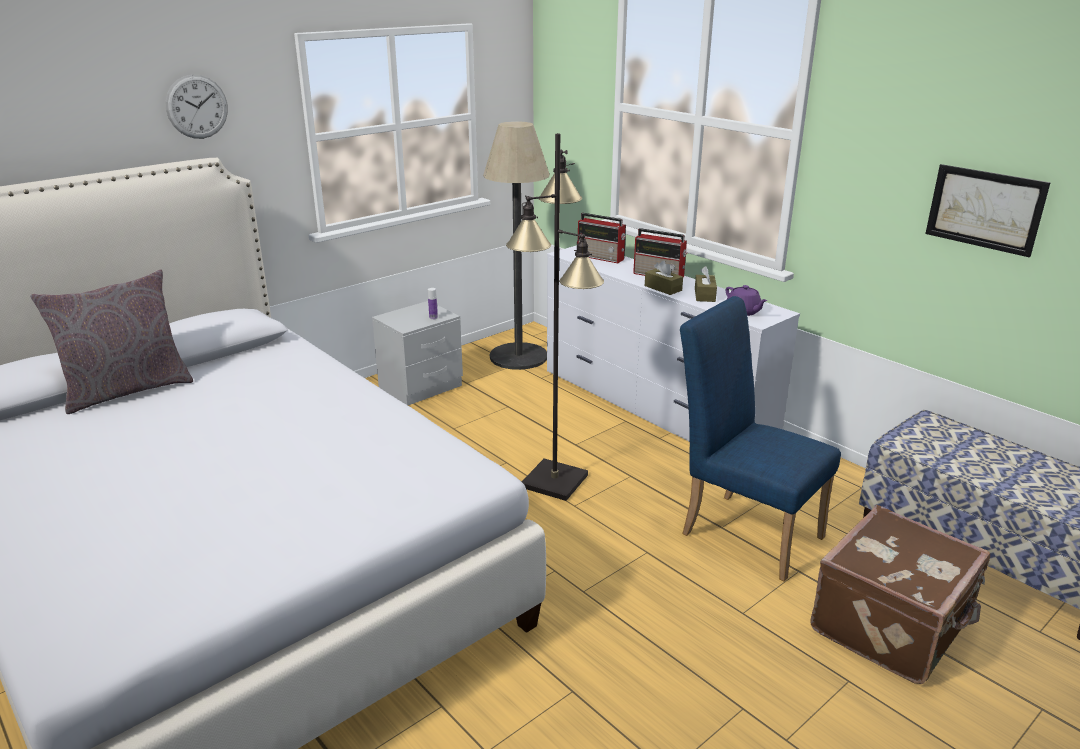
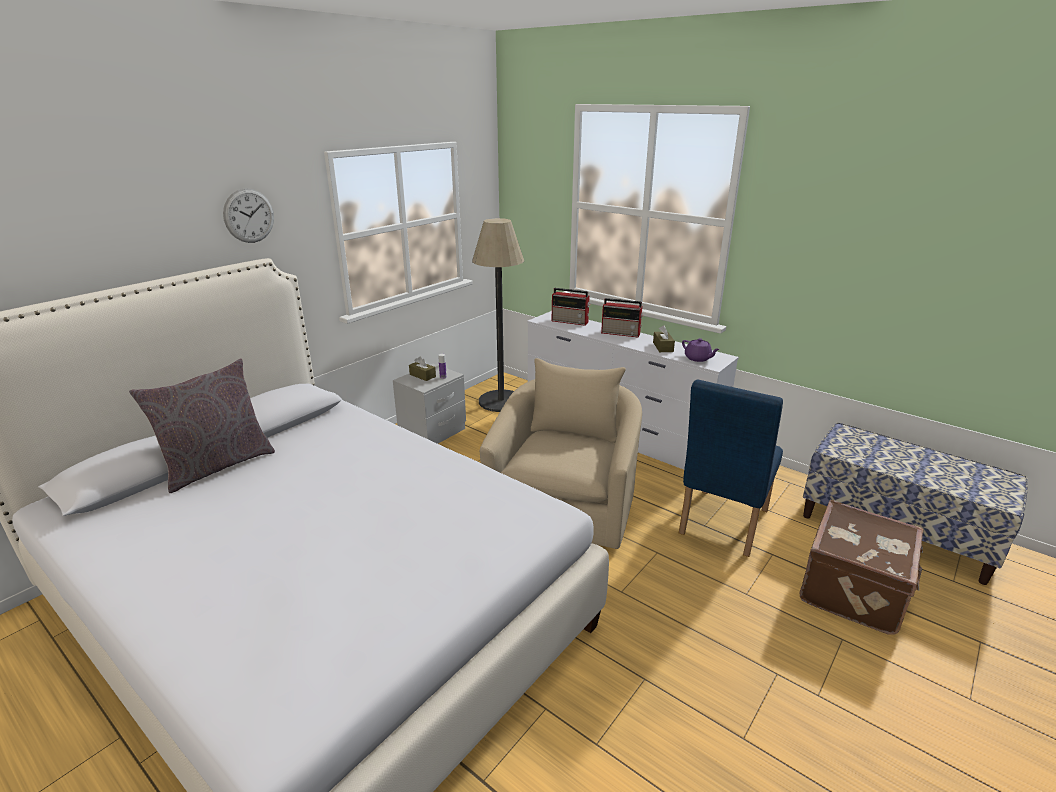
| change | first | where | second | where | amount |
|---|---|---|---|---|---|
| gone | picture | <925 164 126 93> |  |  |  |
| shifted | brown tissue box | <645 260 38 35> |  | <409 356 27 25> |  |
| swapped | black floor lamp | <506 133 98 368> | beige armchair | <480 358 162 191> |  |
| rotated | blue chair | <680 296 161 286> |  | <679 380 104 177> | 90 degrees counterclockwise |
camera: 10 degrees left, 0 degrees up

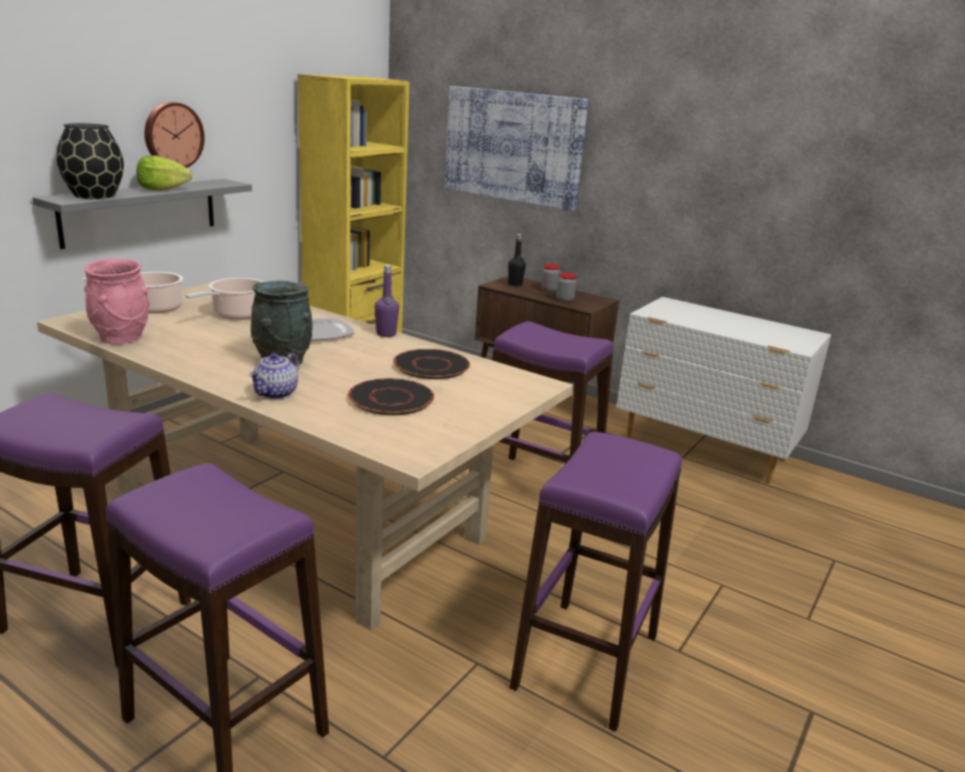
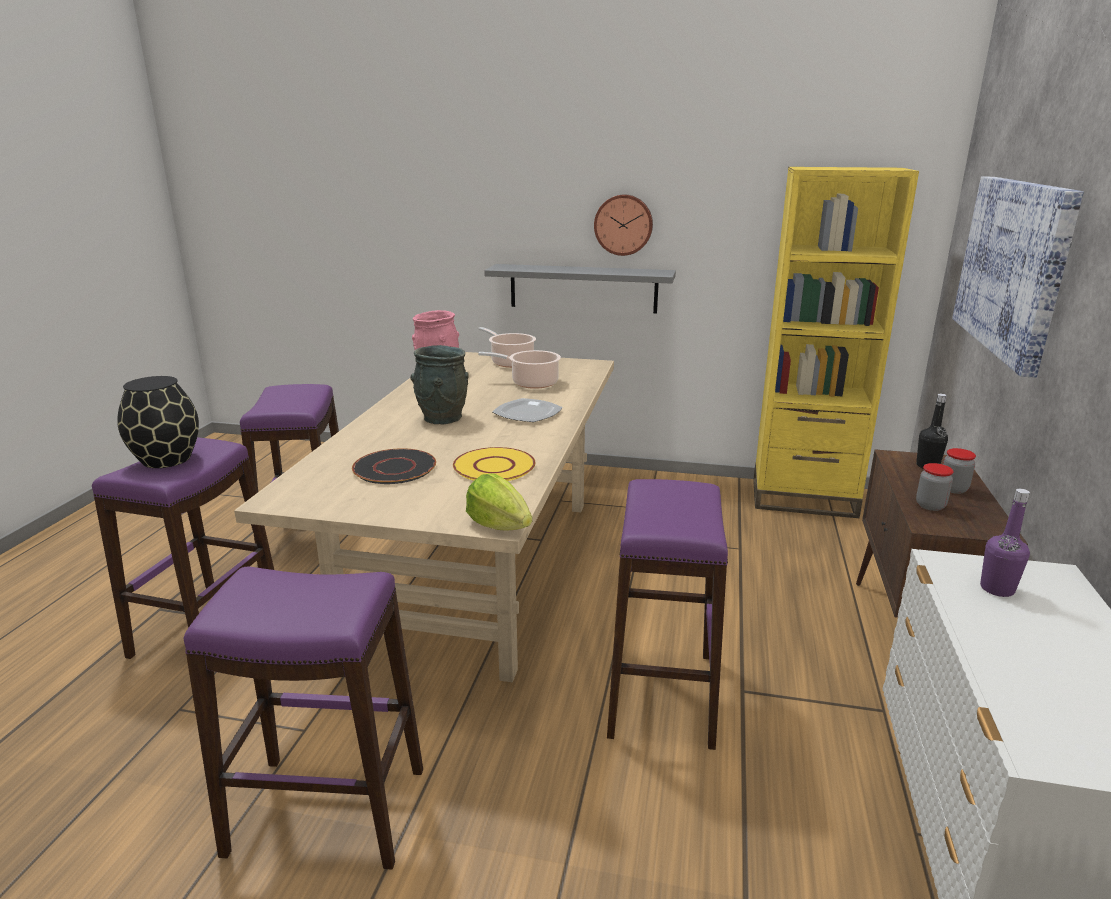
| change | first | where | second | where | amount |
|---|---|---|---|---|---|
| gone | teapot | <249 353 51 46> |  |  |  |
| shifted | black vase | <57 123 67 76> |  | <117 376 82 92> |  |
| shifted | lettuce | <136 155 56 36> |  | <466 474 66 57> |  |
| shifted | purple bottle | <375 265 24 72> |  | <980 489 50 108> |  |
| repainted | black plate | <393 349 77 30> | yellow plate | <453 447 83 34> |  |
camera: 70 degrees right, 0 degrees up

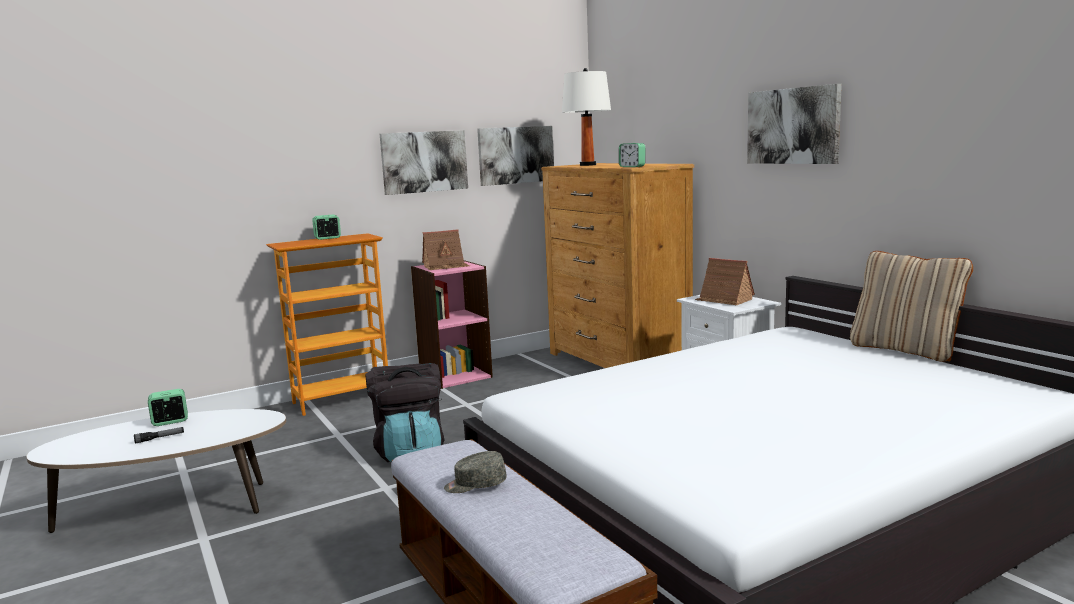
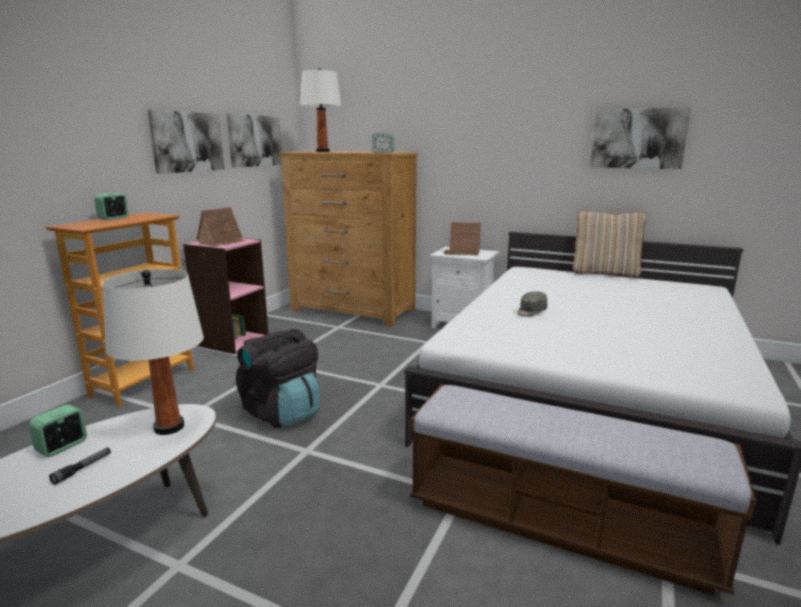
| change | first | where | second | where | amount |
|---|---|---|---|---|---|
| new |  |  | white table lamp | <102 269 102 166> |  |
| shifted | grey cap | <444 451 63 42> |  | <517 291 30 26> |  |
| shifted | picture | <747 84 95 80> |  | <590 107 101 62> |  |
camera: 35 degrees left, 5 degrees up

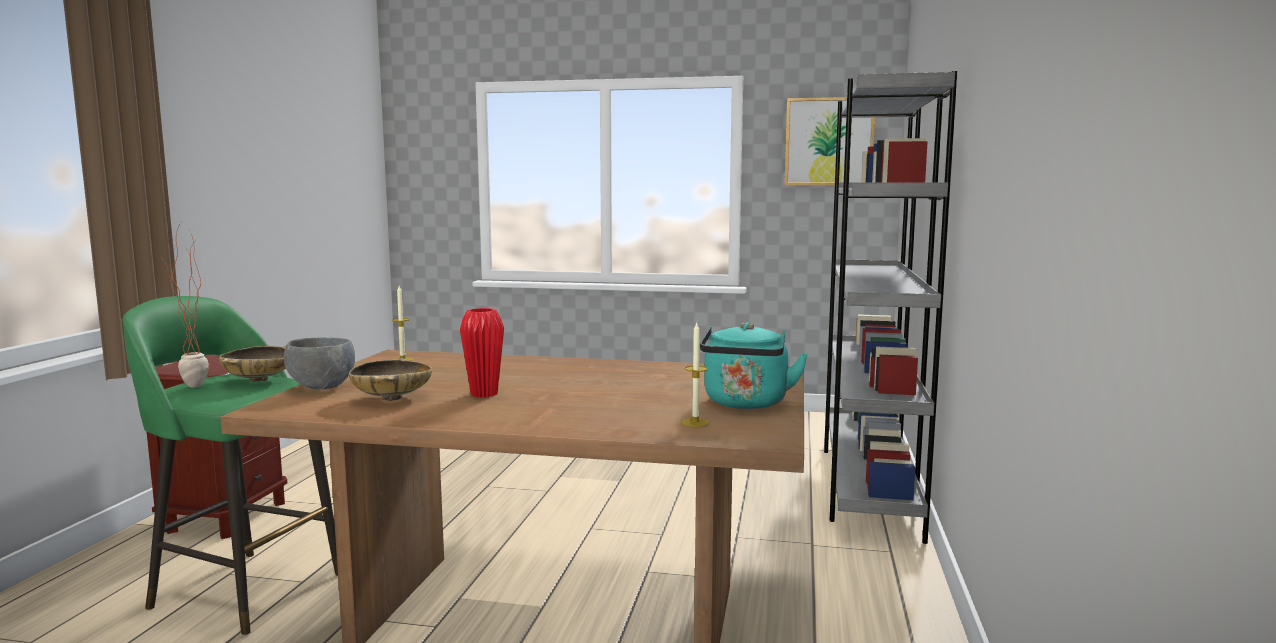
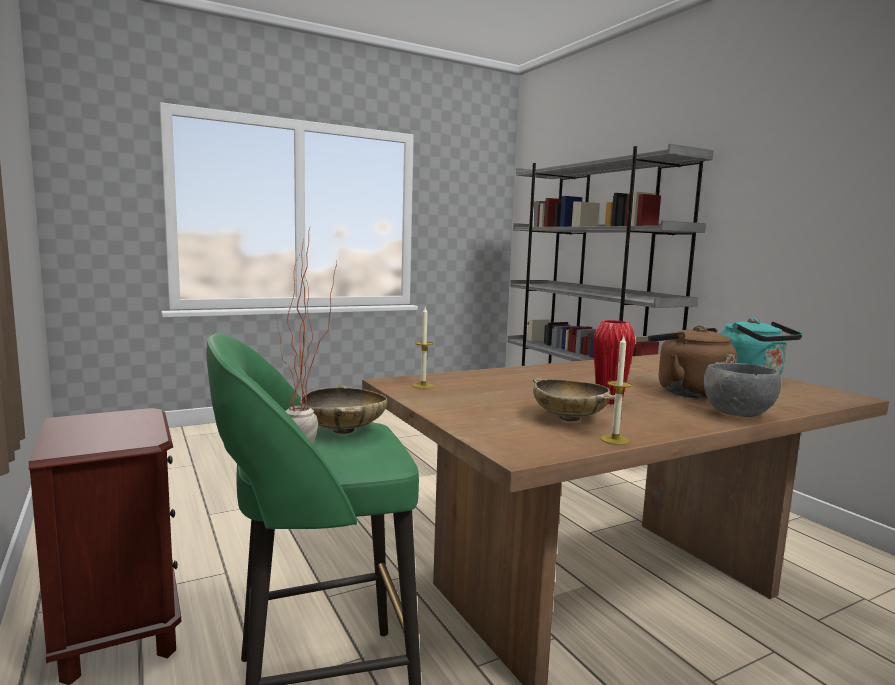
| change | first | where | second | where | amount |
|---|---|---|---|---|---|
| gone | picture | <785 97 90 88> |  |  |  |
| new |  |  | brown kettle | <648 326 89 73> |  |
| shifted | grey bowl | <284 337 71 53> |  | <704 363 77 54> |  |
| shifted | candle | <682 323 27 104> |  | <600 336 32 109> |  |
camera: 40 degrees left, 0 degrees up

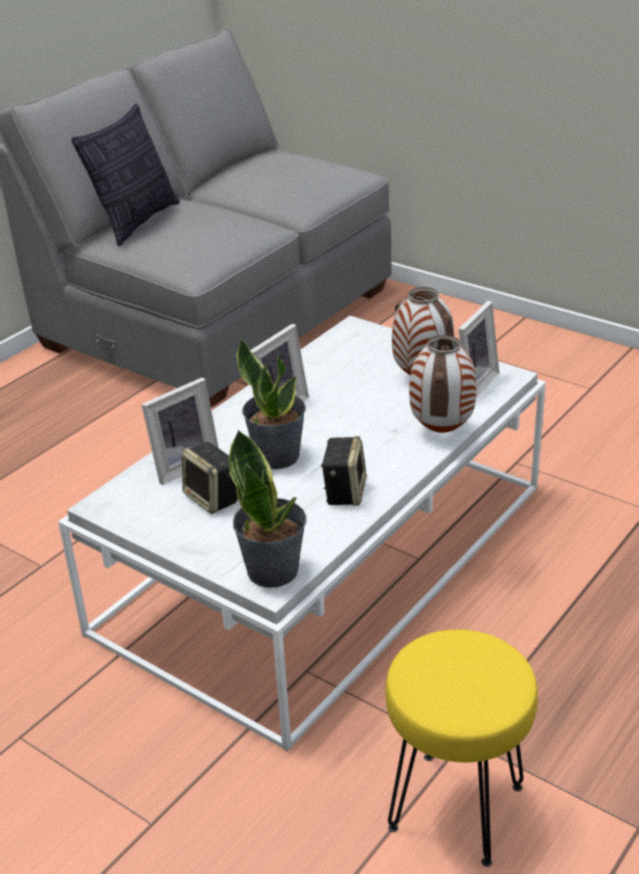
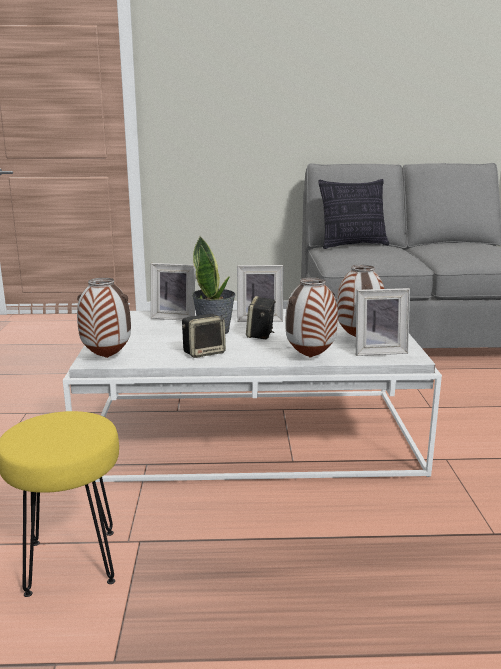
| change | first | where | second | where | amount |
|---|---|---|---|---|---|
| shifted | speaker | <182 442 55 72> |  | <246 296 30 43> |  |
| swapped | potted plant | <229 429 78 159> | vase | <77 278 54 80> |  |
camera: 50 degrees right, 15 degrees down

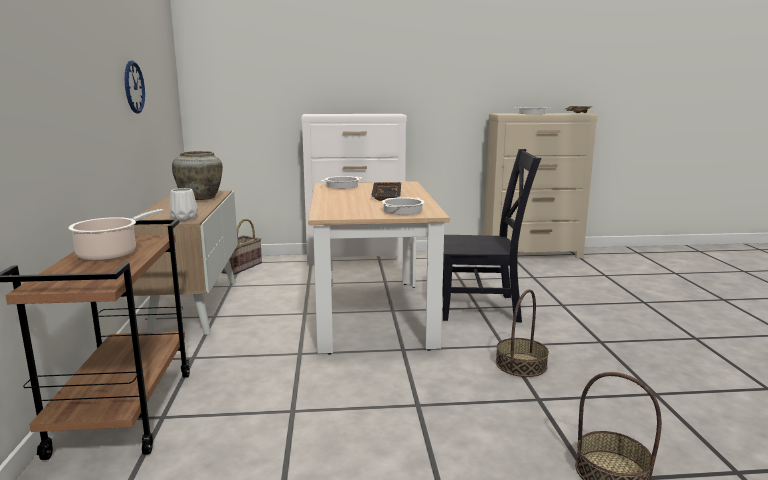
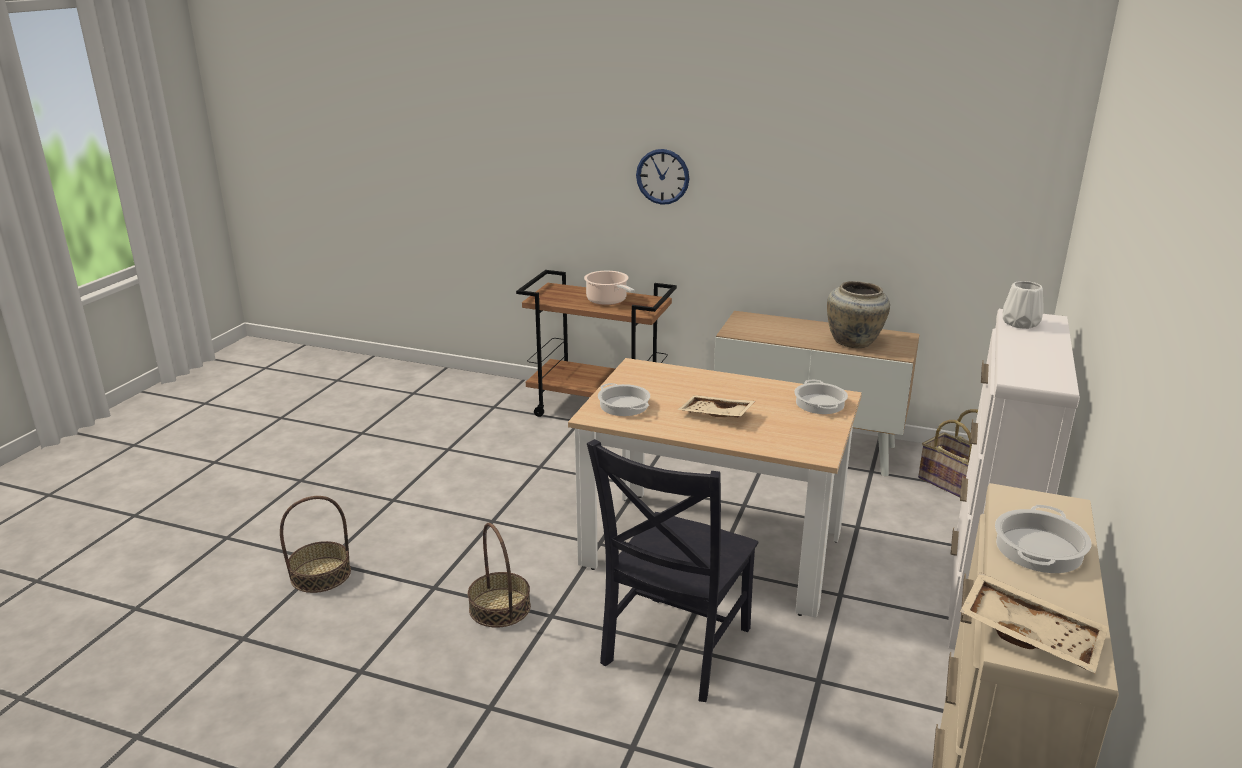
| change | first | where | second | where | amount |
|---|---|---|---|---|---|
| shifted | wall clock | <124 61 21 52> |  | <636 149 53 56> |  |
| shifted | white vase | <169 188 29 33> |  | <1003 281 41 48> |  |
| repainted | black tray | <371 182 30 19> | beige tray | <677 395 78 23> |  |
camera: 115 degrees right, 10 degrees up

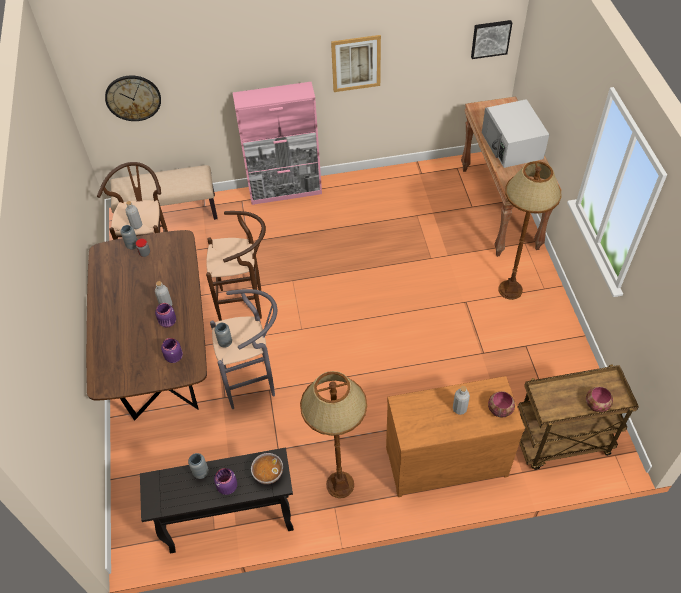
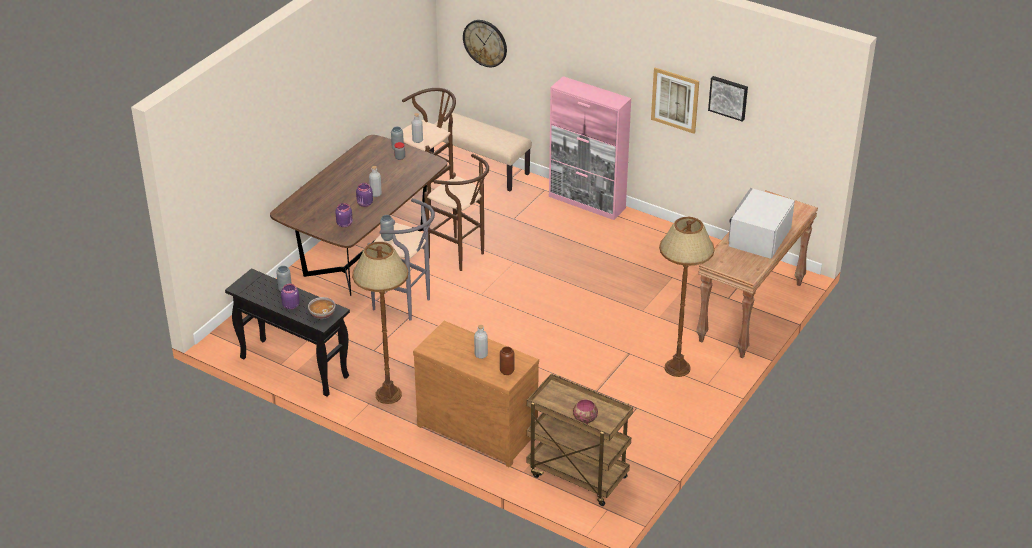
| change | first | where | second | where | amount |
|---|---|---|---|---|---|
| shifted | picture | <471 20 41 39> |  | <708 76 40 46> |  |
| swapped | bowl | <488 391 27 27> | brown vase | <500 346 14 29> |  |
camera: 40 degrees right, 15 degrees down

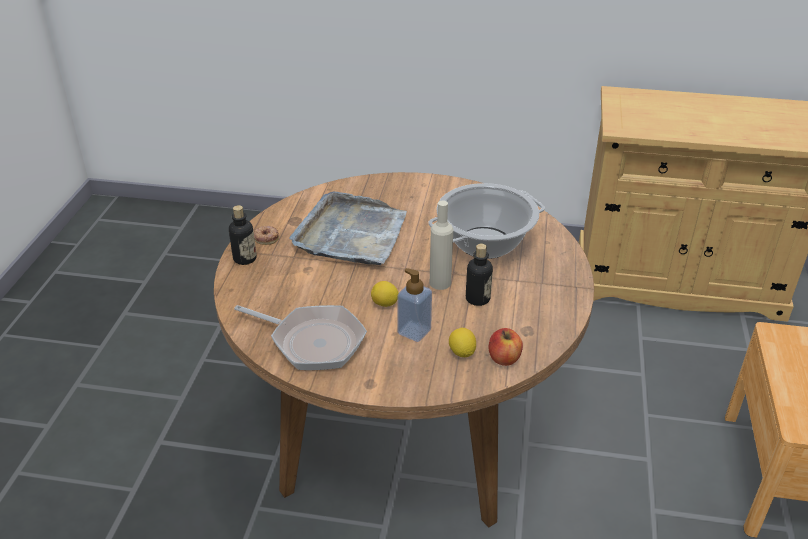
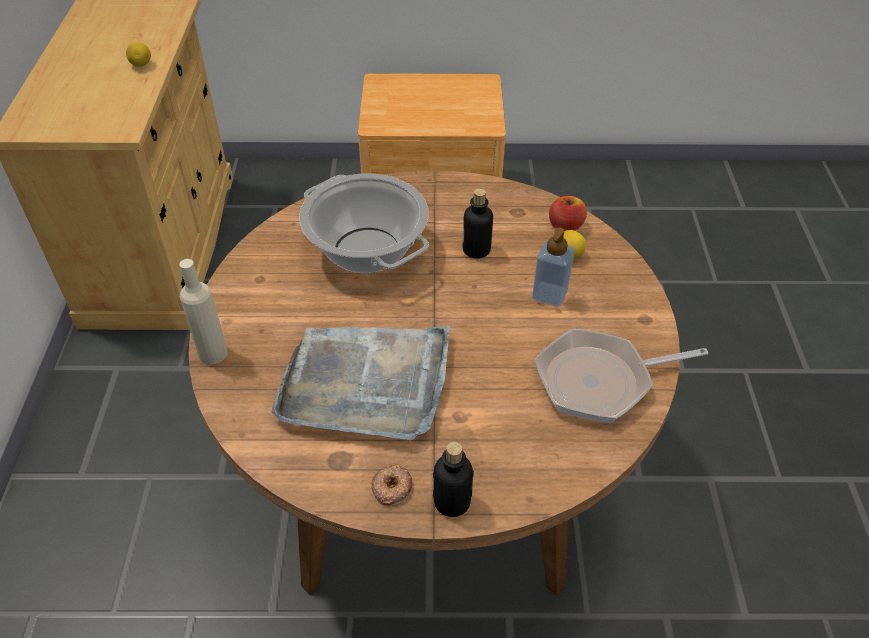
| change | first | where | second | where | amount |
|---|---|---|---|---|---|
| shifted | lemon | <371 281 28 26> |  | <126 42 25 25> |  |
| shifted | beige bottle | <430 201 23 89> |  | <179 259 49 106> |  |
| rotated | frying pan | <234 305 133 65> |  | <535 329 173 94> | 120 degrees counterclockwise |
camera: 100 degrees left, 10 degrees up

